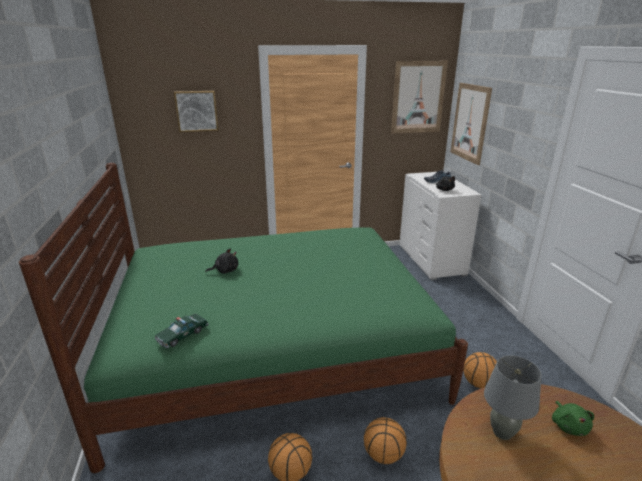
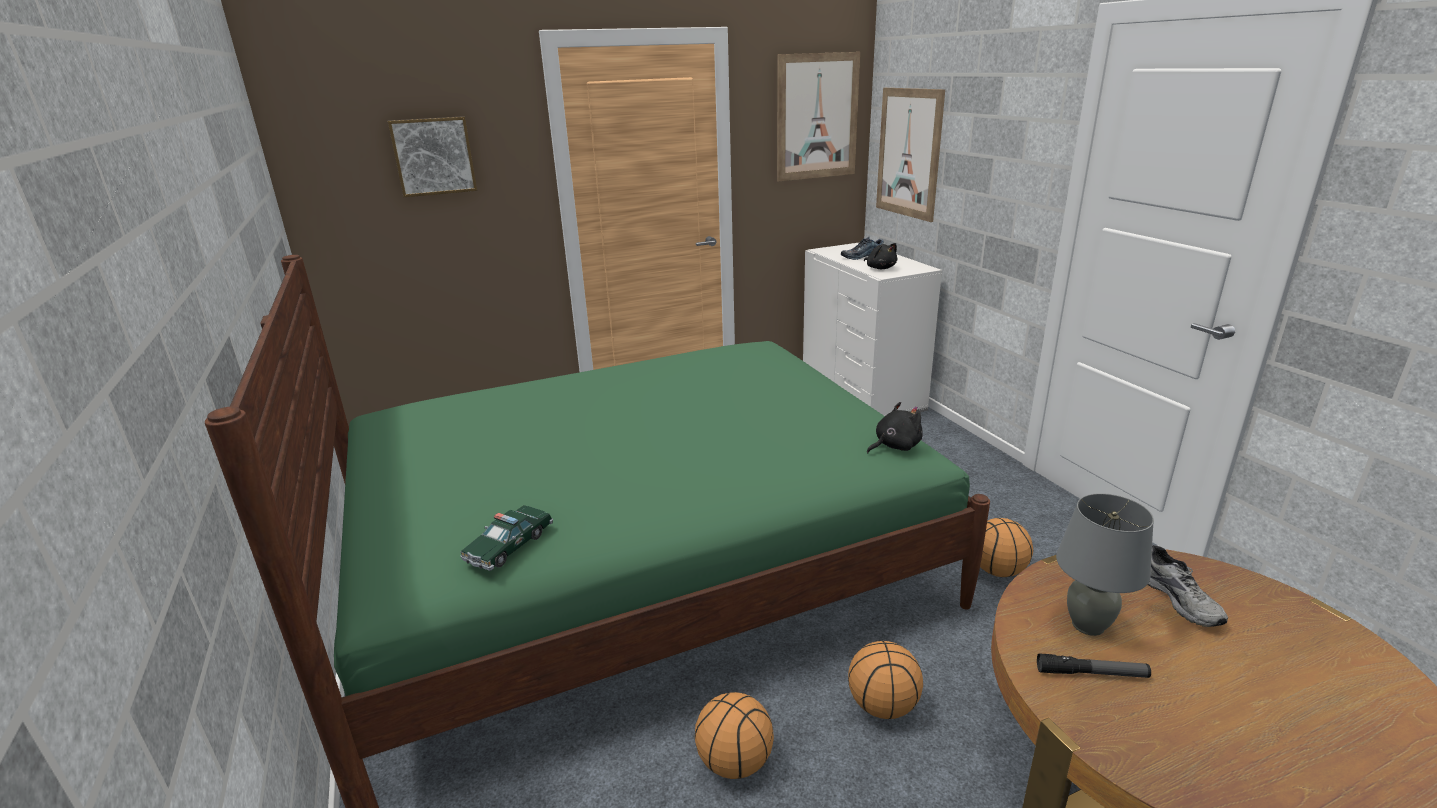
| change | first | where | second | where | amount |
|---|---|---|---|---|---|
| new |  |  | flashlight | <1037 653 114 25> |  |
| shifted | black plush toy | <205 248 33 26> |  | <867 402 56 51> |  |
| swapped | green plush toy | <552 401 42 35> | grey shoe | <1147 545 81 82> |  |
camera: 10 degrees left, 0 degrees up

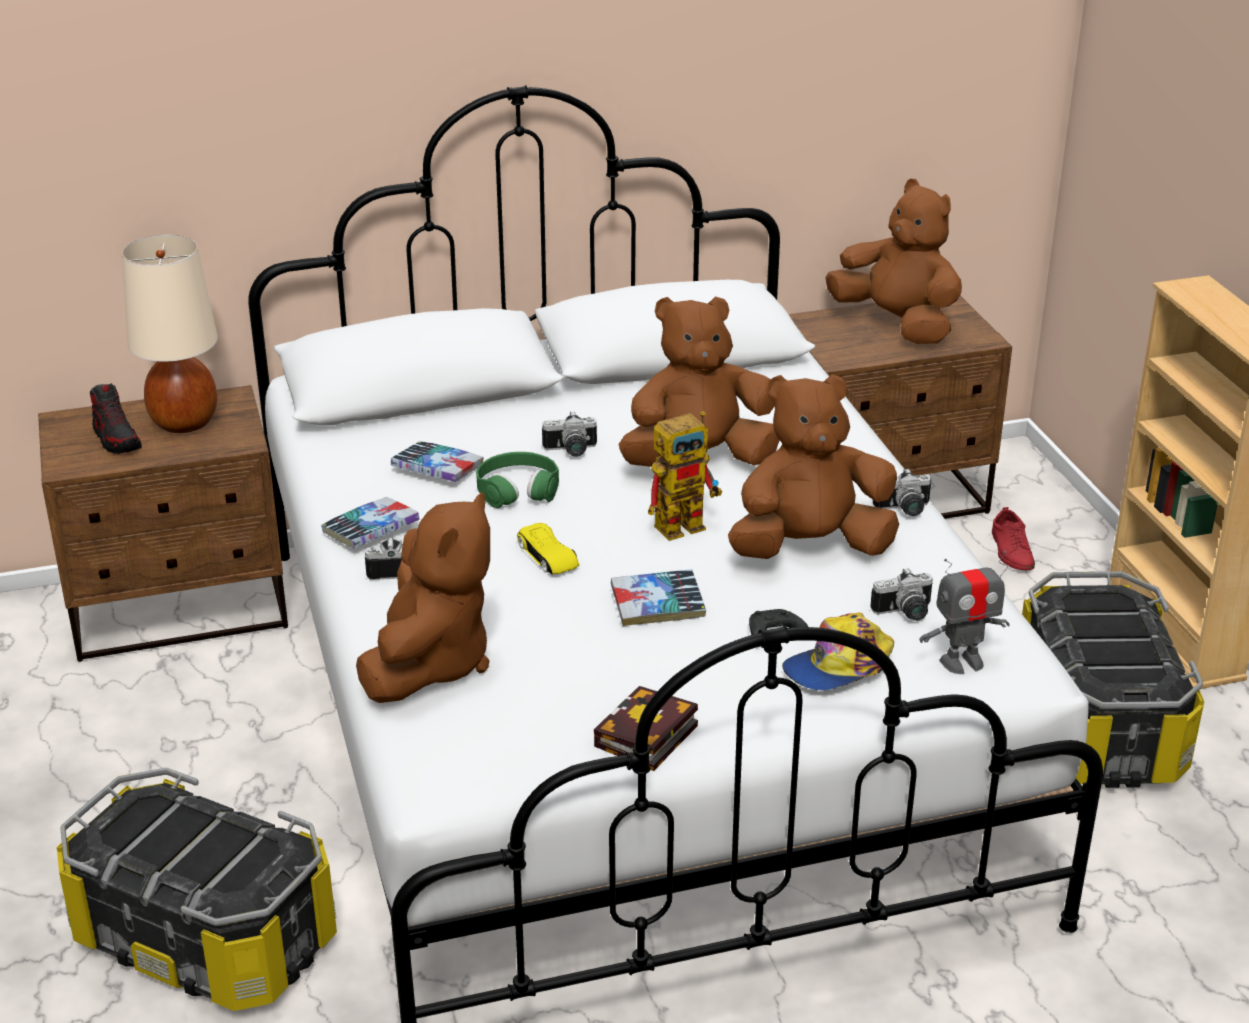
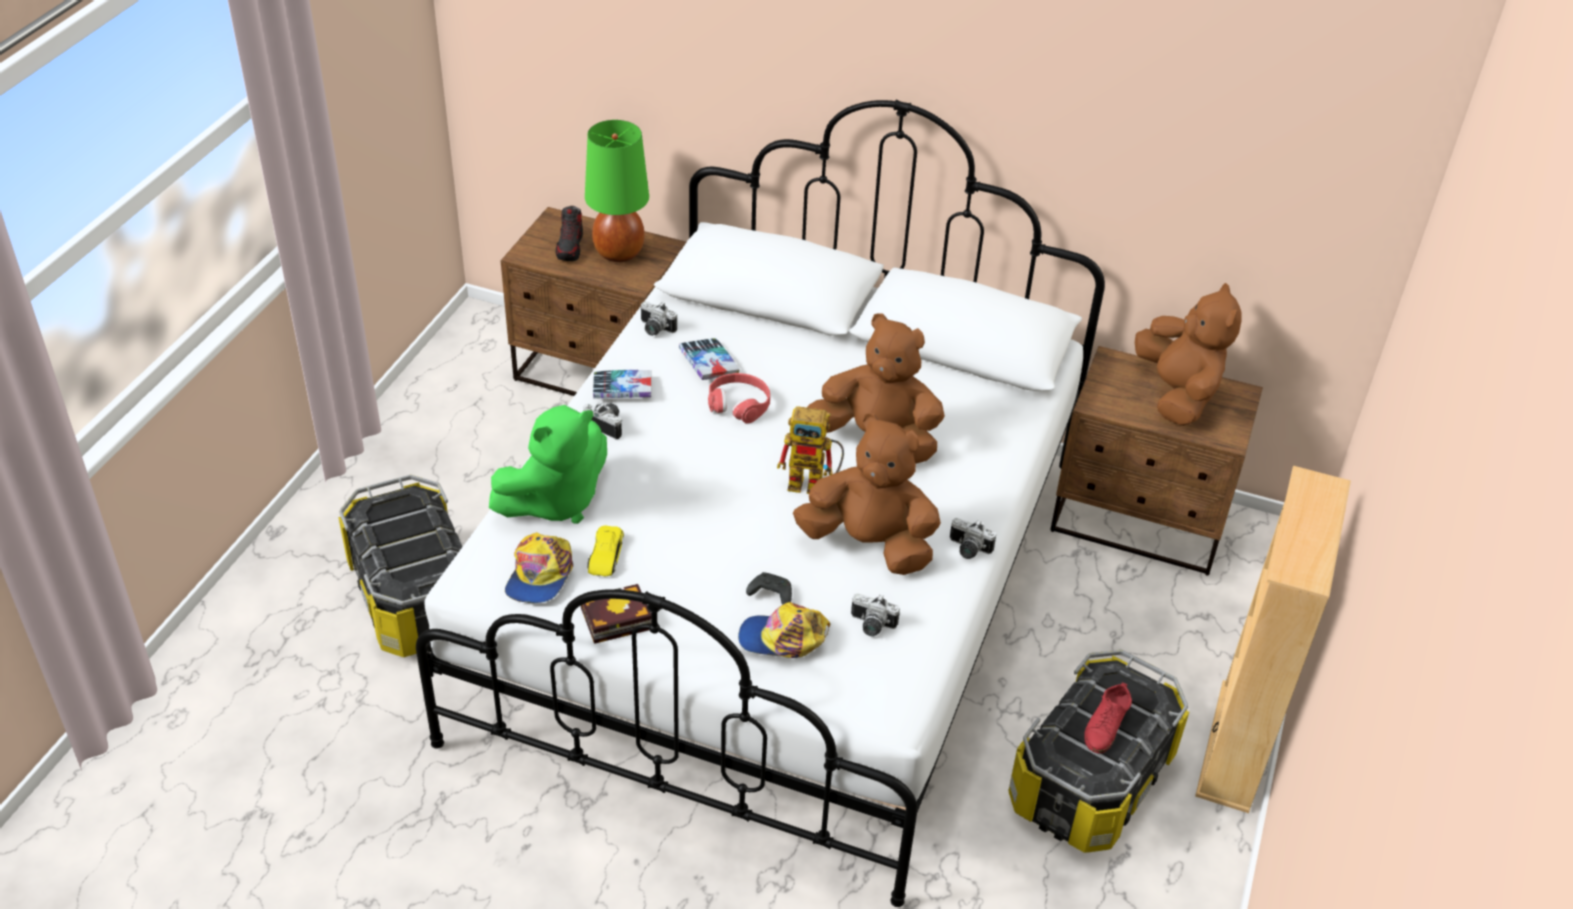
| change | first | where | second | where | amount |
|---|---|---|---|---|---|
| gone | book | <611 569 95 57> |  |  |  |
| gone | toy robot | <919 551 91 123> |  |  |  |
| new |  |  | cap | <505 532 68 71> |  |
| shifted | yellow toy car | <517 523 62 51> |  | <588 525 36 52> |  |
| shifted | photo camera | <542 411 55 46> |  | <640 301 37 35> |  |
| shifted | red shoe | <992 507 43 63> |  | <1084 682 48 72> |  |
| repainted | beige table lamp | <122 235 96 198> | green table lamp | <585 120 64 142> |  |
| repainted | brown plush toy | <356 492 134 211> | green plush toy | <489 405 118 119> |  |
| repainted | green headphones | <476 452 83 56> | red headphones | <708 373 62 51> |  |
camera: 35 degrees right, 10 degrees up

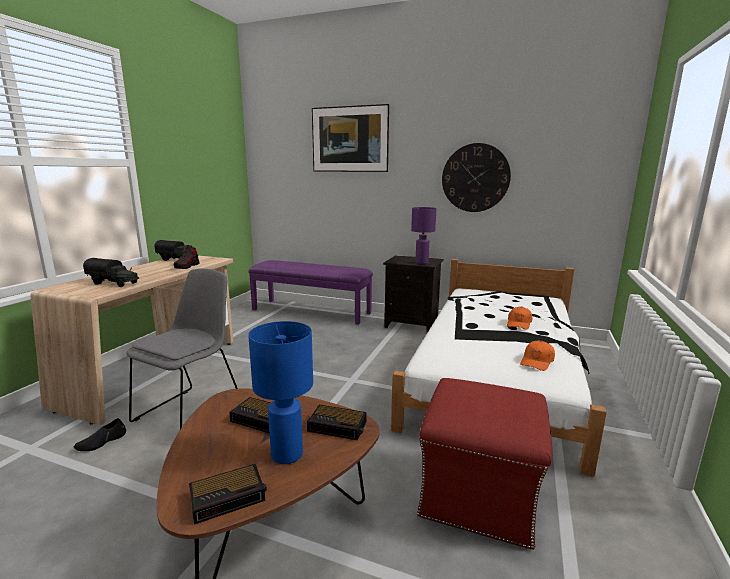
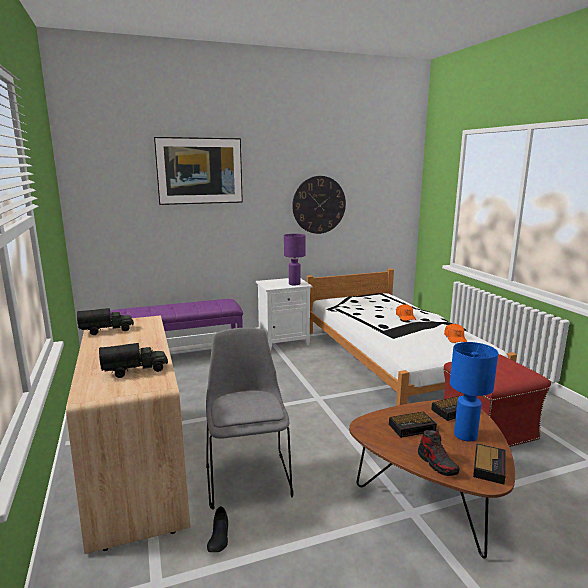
| change | first | where | second | where | amount |
|---|---|---|---|---|---|
| shifted | shoe | <174 245 25 24> |  | <418 430 42 46> |  |
| repainted | black nightstand | <383 255 60 78> | white nightstand | <256 278 56 73> |  |
camera: 40 degrees left, 0 degrees up

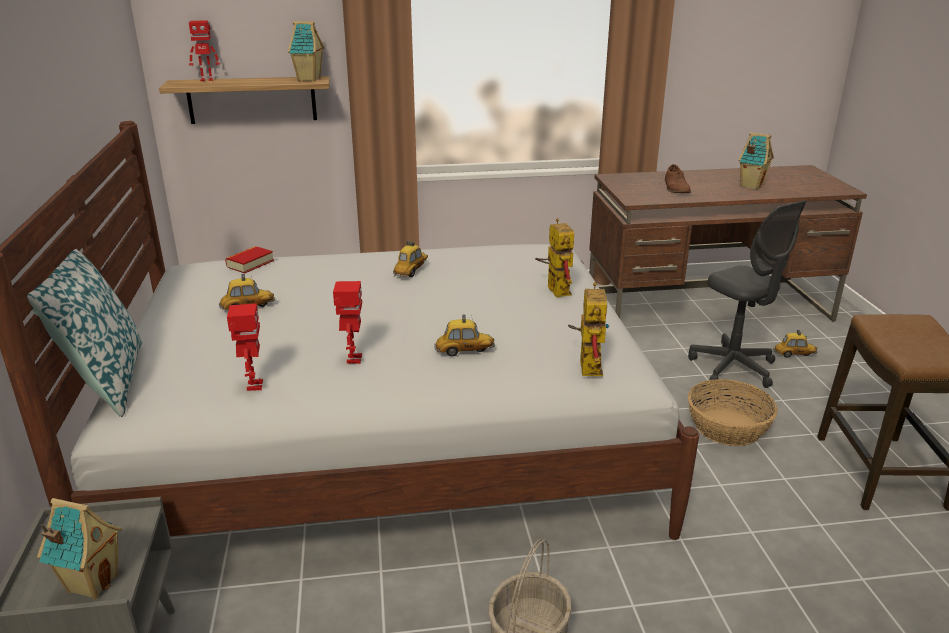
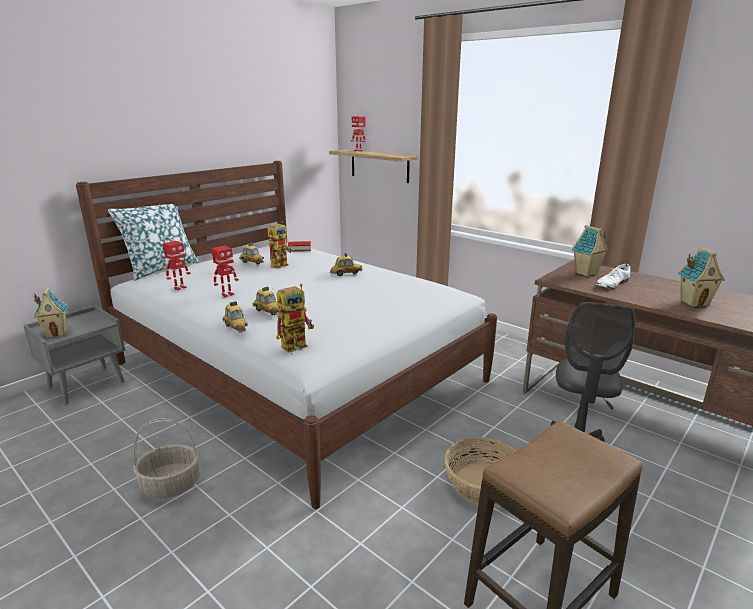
| change | first | where | second | where | amount |
|---|---|---|---|---|---|
| shifted | toy house | <288 21 37 60> |  | <572 225 37 52> |  |
| shifted | toy robot | <535 218 39 79> |  | <267 221 25 48> |  |
| shifted | toy car | <773 330 44 28> |  | <223 301 25 31> |  |
| repainted | brown shoe | <665 164 26 29> | white shoe | <596 264 34 25> |  |
camera: 50 degrees right, 5 degrees down

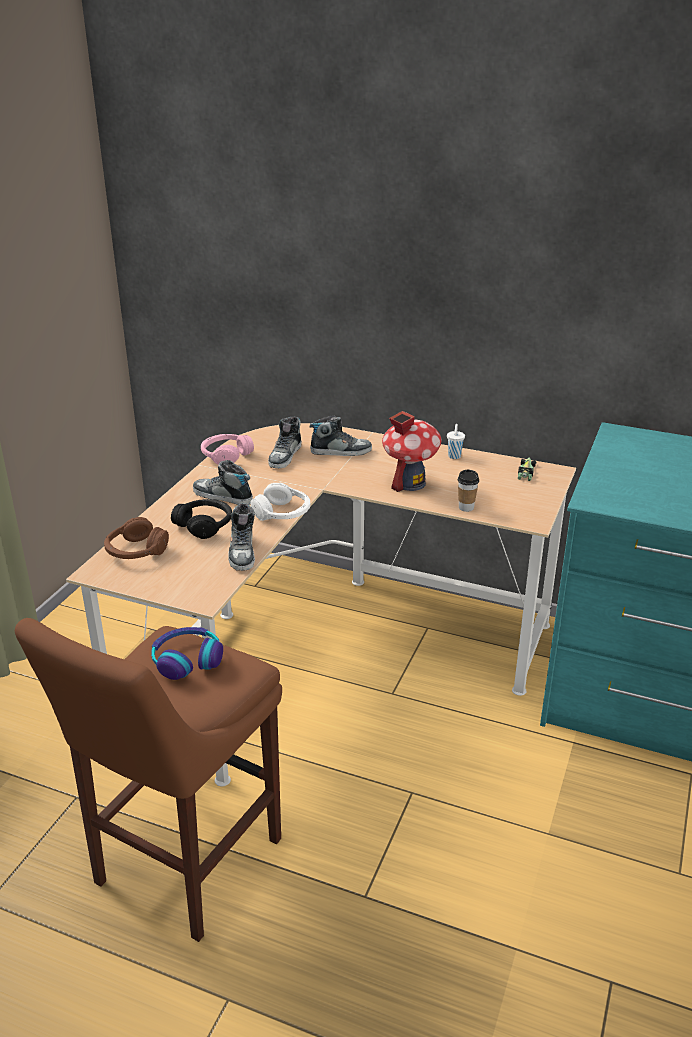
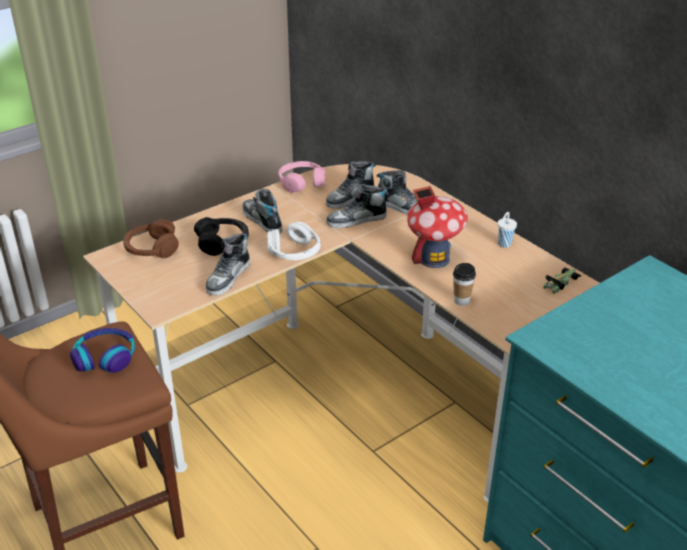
| change | first | where | second | where | amount |
|---|---|---|---|---|---|
| new |  |  | shoe | <326 184 63 44> |  |
camera: 30 degrees right, 5 degrees up

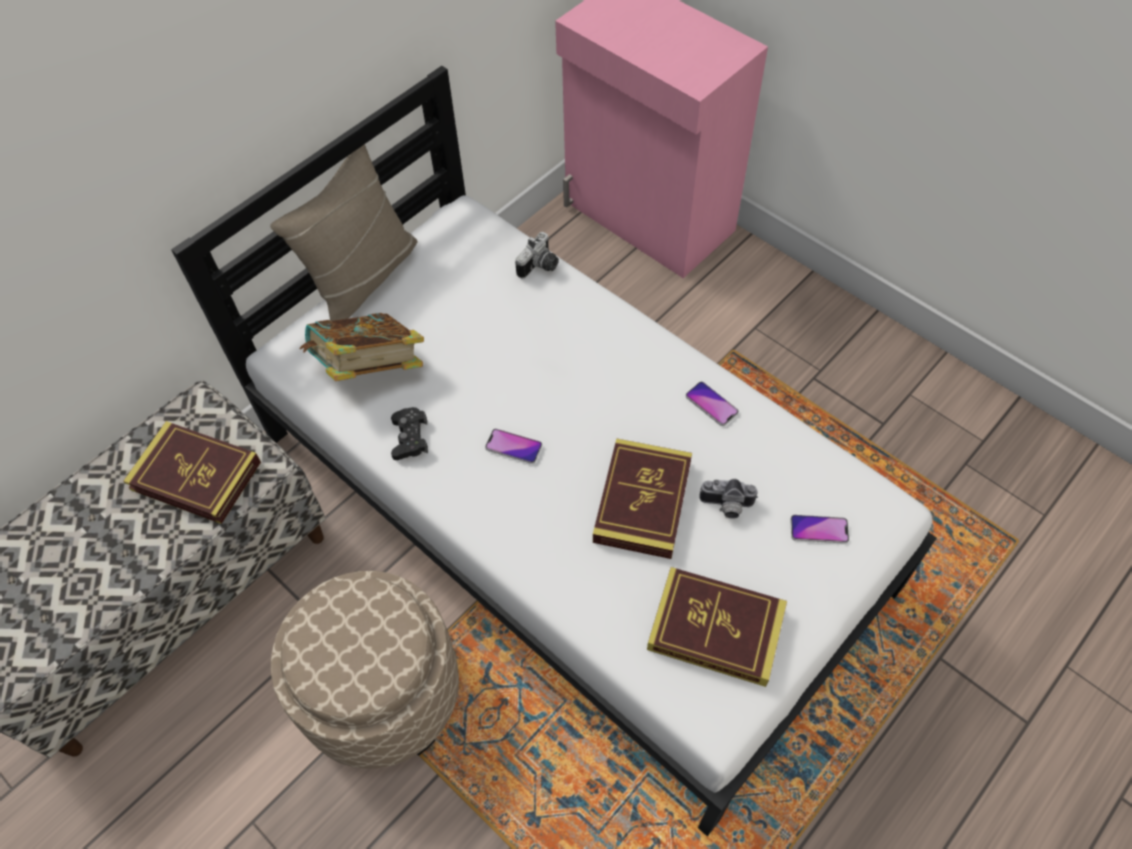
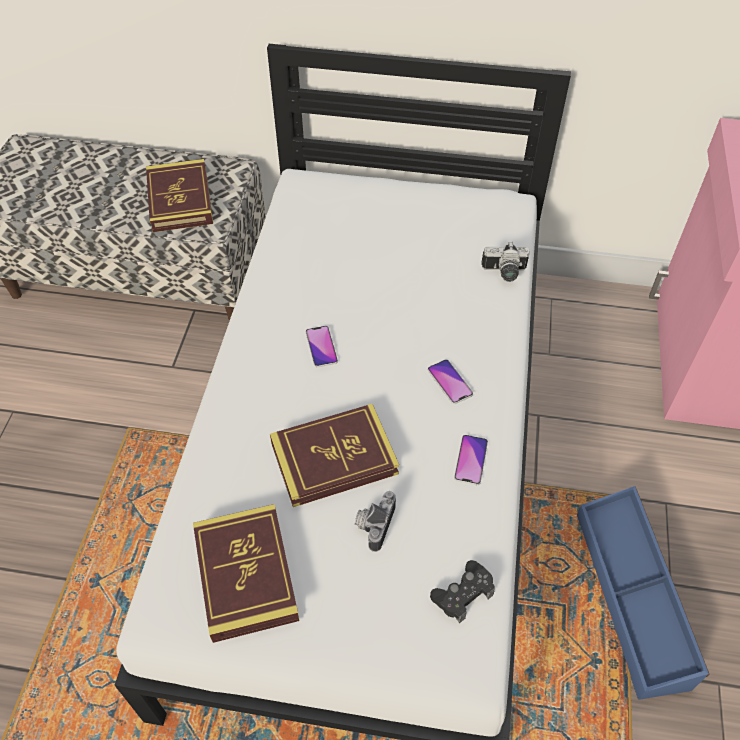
| change | first | where | second | where | amount |
|---|---|---|---|---|---|
| gone | beige pillow | <270 144 147 177> |  |  |  |
| gone | beige ottoman | <271 571 188 198> |  |  |  |
| gone | book | <299 313 125 68> |  |  |  |
| new |  |  | blue storage box | <577 486 132 214> |  |
| shifted | black game controller | <391 407 37 53> |  | <430 560 65 63> |  |
| shifted | phone | <790 515 59 29> |  | <428 360 45 44> |  |
| rotated | photo camera | <699 479 59 40> |  | <355 491 41 61> | 45 degrees clockwise |
camera: 55 degrees right, 5 degrees down

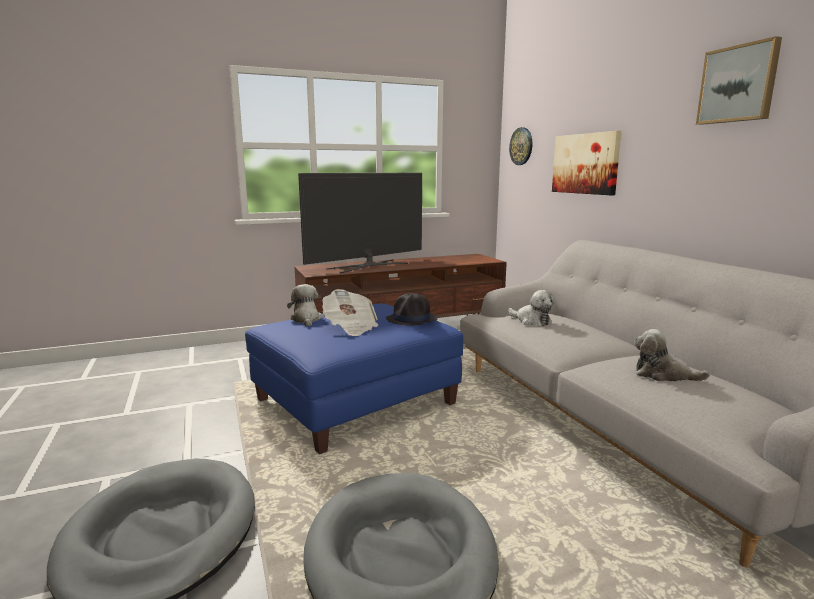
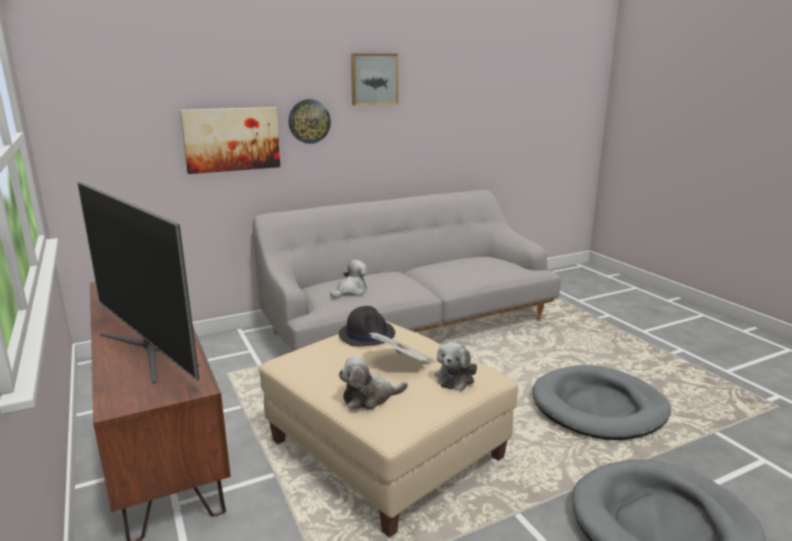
| change | first | where | second | where | amount |
|---|---|---|---|---|---|
| shifted | wall clock | <509 127 23 38> |  | <289 99 42 45> |  |
| shifted | plush toy | <634 329 76 52> |  | <435 342 42 49> |  |
| repainted | blue ottoman | <245 304 218 150> | beige ottoman | <259 321 259 217> |  |
camera: 95 degrees left, 5 degrees up

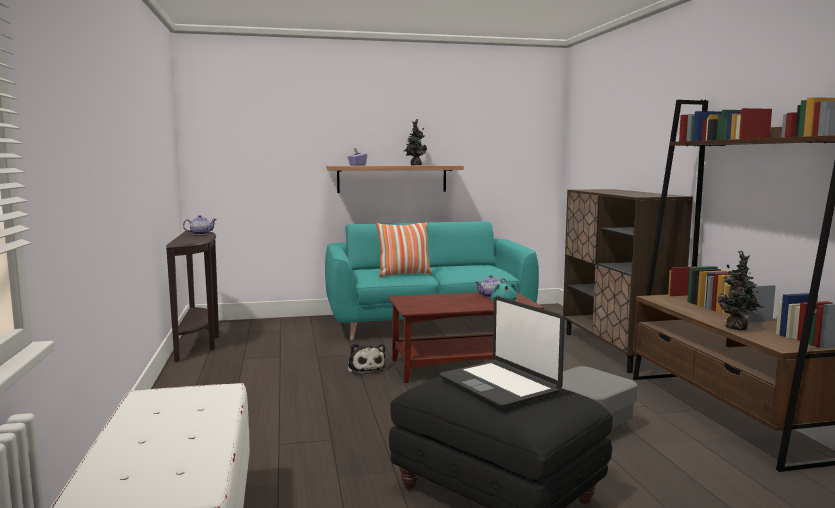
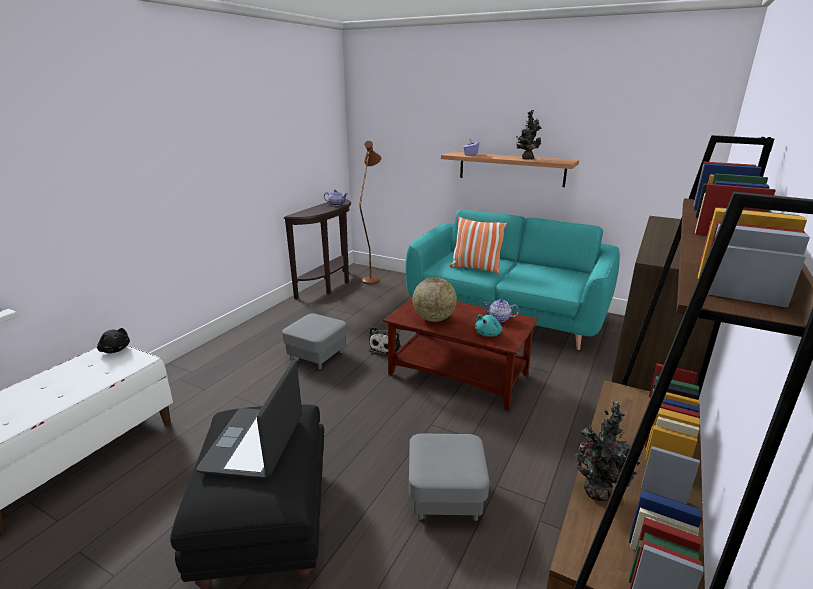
| change | first | where | second | where | amount |
|---|---|---|---|---|---|
| new |  |  | black plush toy | <97 328 33 25> |  |
| new |  |  | grey ottoman | <282 314 65 55> |  |
| new |  |  | brown floor lamp | <360 141 21 144> |  |
| new |  |  | globe | <413 277 44 45> |  |
camera: 40 degrees right, 15 degrees up

